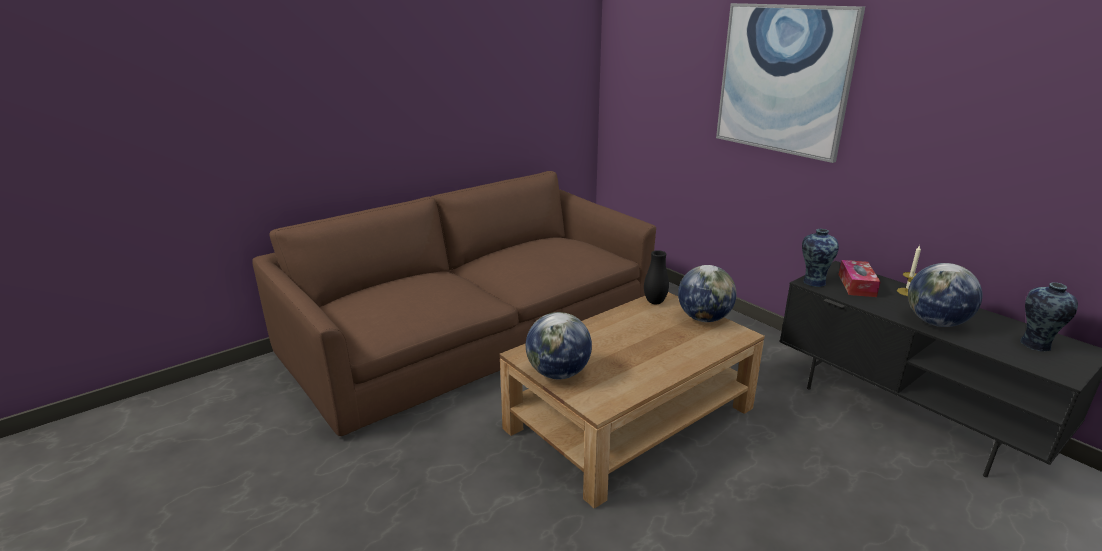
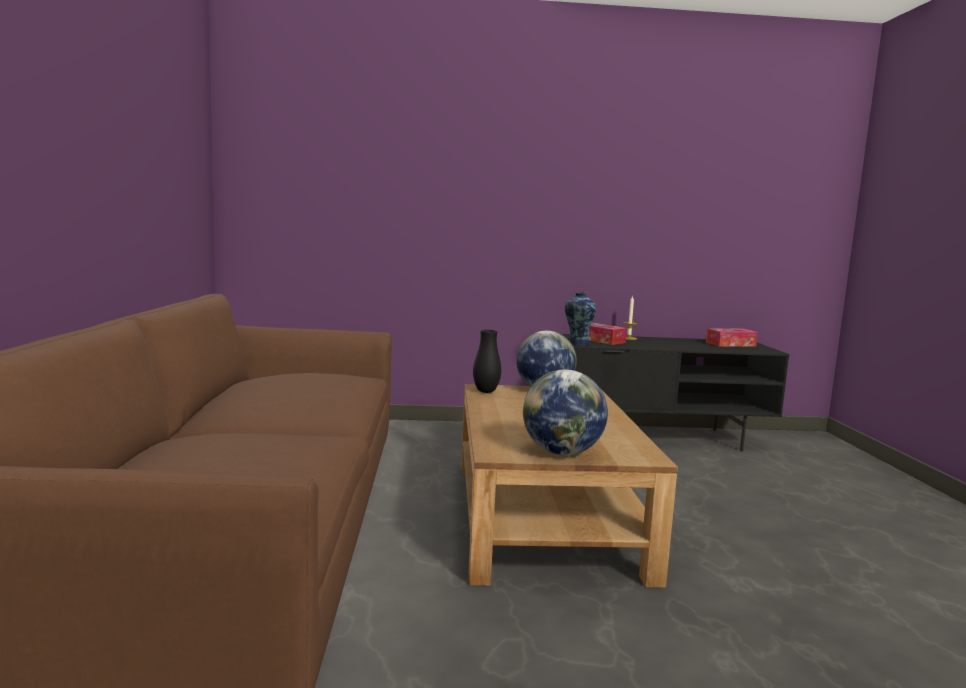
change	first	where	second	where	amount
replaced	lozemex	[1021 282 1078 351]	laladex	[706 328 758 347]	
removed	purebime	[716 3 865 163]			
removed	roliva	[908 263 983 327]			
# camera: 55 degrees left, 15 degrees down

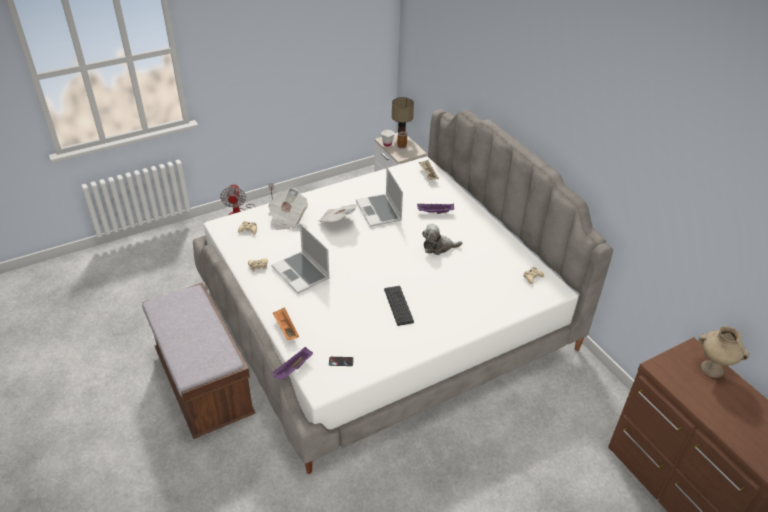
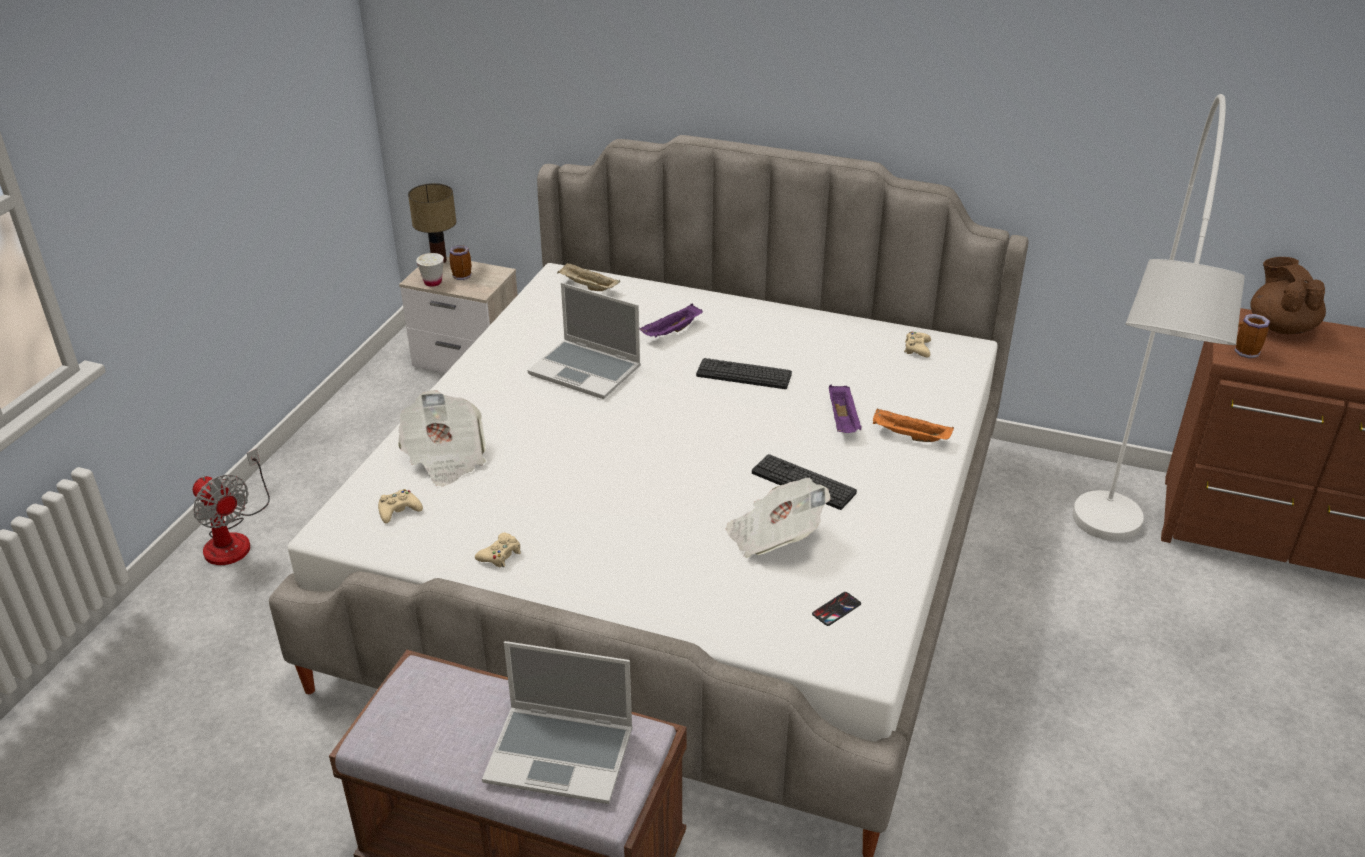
change	first	where	second	where	amount
moved	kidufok	[271 223 330 293]		[482 641 633 804]	
replaced	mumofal	[422 224 462 255]	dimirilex	[696 358 792 389]	
moved	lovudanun	[318 204 358 222]		[726 478 831 558]	
moved	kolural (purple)	[271 347 313 381]		[829 384 862 433]	
moved	kolural (orange)	[273 307 299 340]		[873 408 954 442]	
added			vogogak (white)	[1073 94 1245 541]	
added			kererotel	[1234 314 1270 358]	
replaced	lozemex (beige)	[698 326 749 378]	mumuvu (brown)	[1250 257 1326 334]	
# camera: 40 degrees left, 5 degrees down

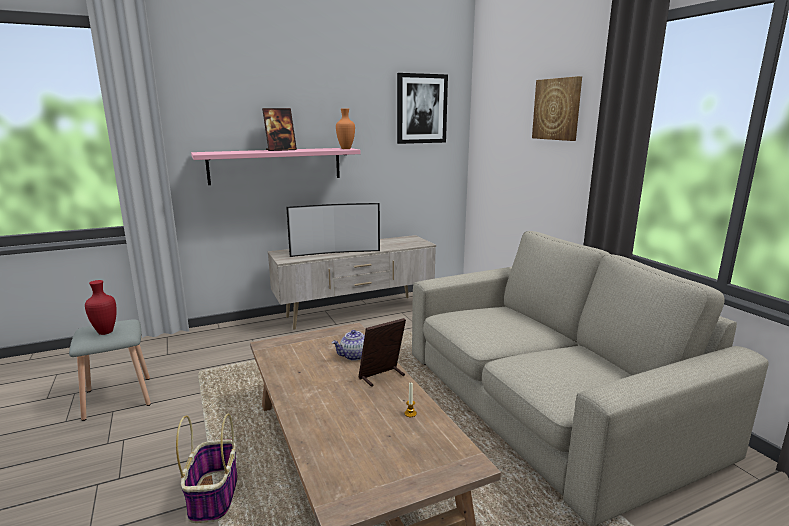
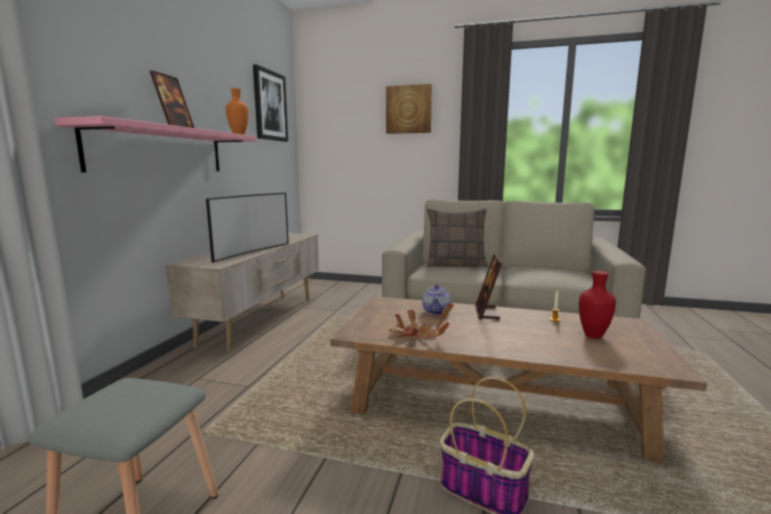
change	first	where	second	where	amount
added			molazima	[390 303 454 339]	
added			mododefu	[427 208 488 268]	
moved	lozemex (red)	[85 280 117 335]		[579 271 616 339]	
# camera: 50 degrees left, 5 degrees down

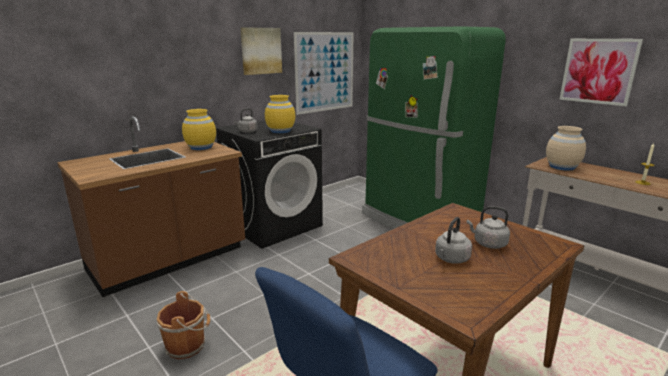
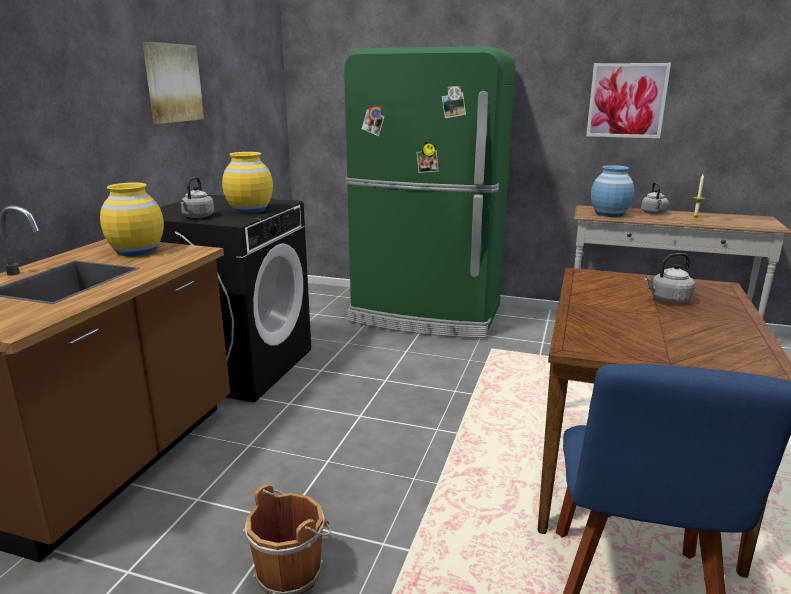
change	first	where	second	where	amount
recoloured	lozemex (beige)	[546 126 586 171]	lozemex (blue)	[591 165 634 217]	
moved	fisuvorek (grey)	[435 217 472 264]		[641 182 669 214]	
removed	purebime	[294 32 354 115]			
# camera: 30 degrees left, 0 degrees up

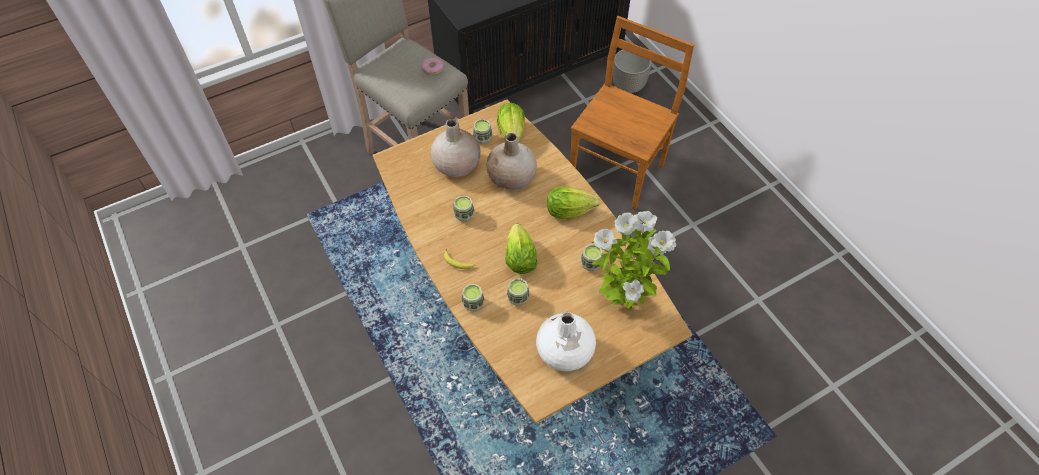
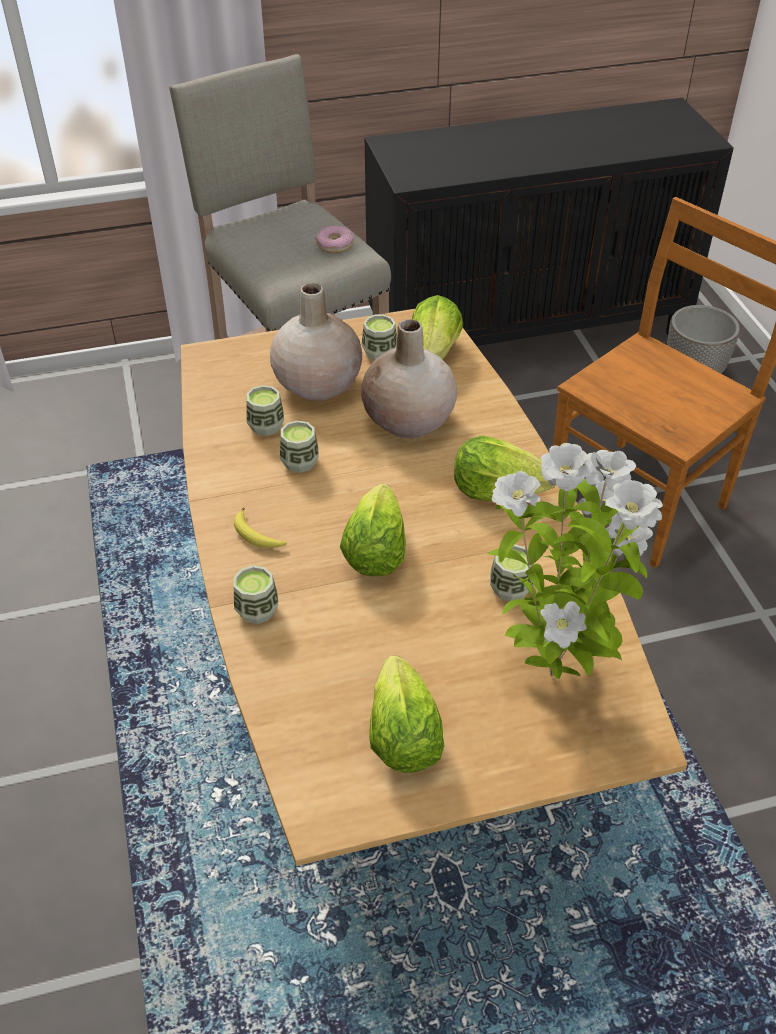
change	first	where	second	where	amount
moved	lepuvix	[507 278 530 306]		[246 385 284 436]	
replaced	lozemex (white)	[536 312 596 371]	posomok	[369 656 445 773]	
# camera: 15 degrees right, 10 degrees down

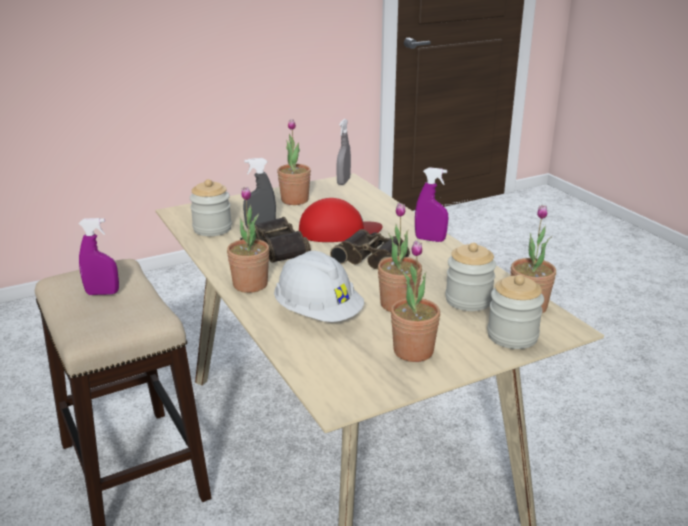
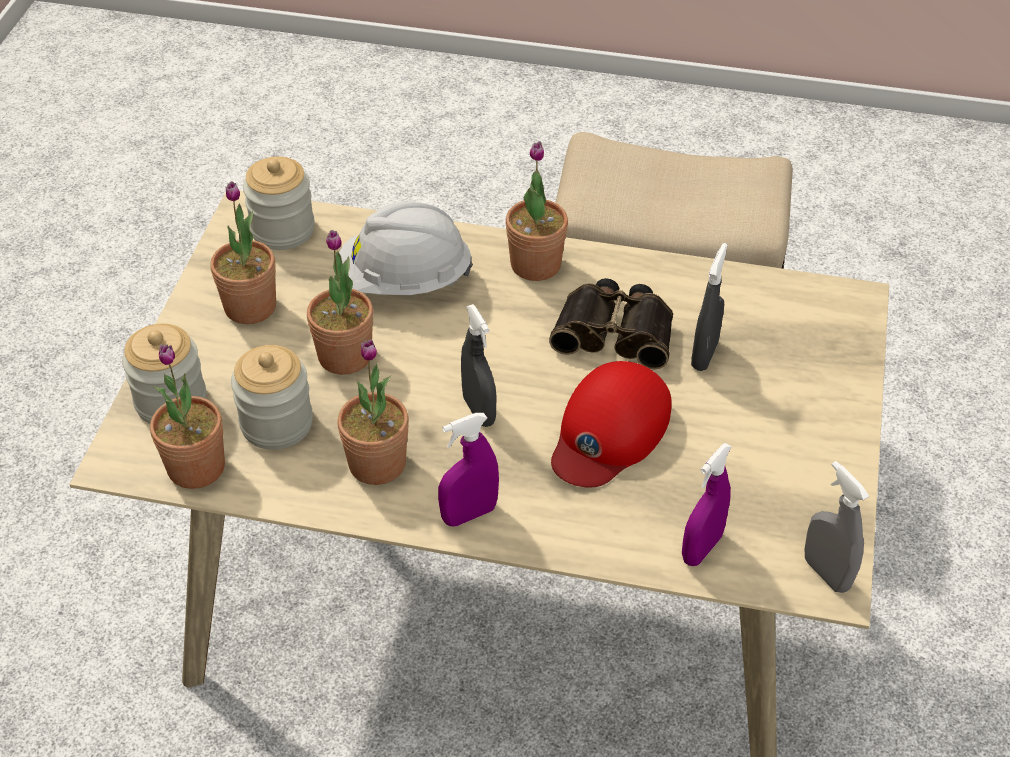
change	first	where	second	where	amount
moved	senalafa	[190 179 232 236]		[243 157 315 250]	
moved	molazima	[277 119 311 205]		[337 339 409 485]	
replaced	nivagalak	[330 229 410 269]	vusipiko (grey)	[461 304 496 427]	
moved	vusipiko (purple)	[79 218 119 295]		[682 443 732 566]	
# camera: 130 degrees right, 20 degrees up

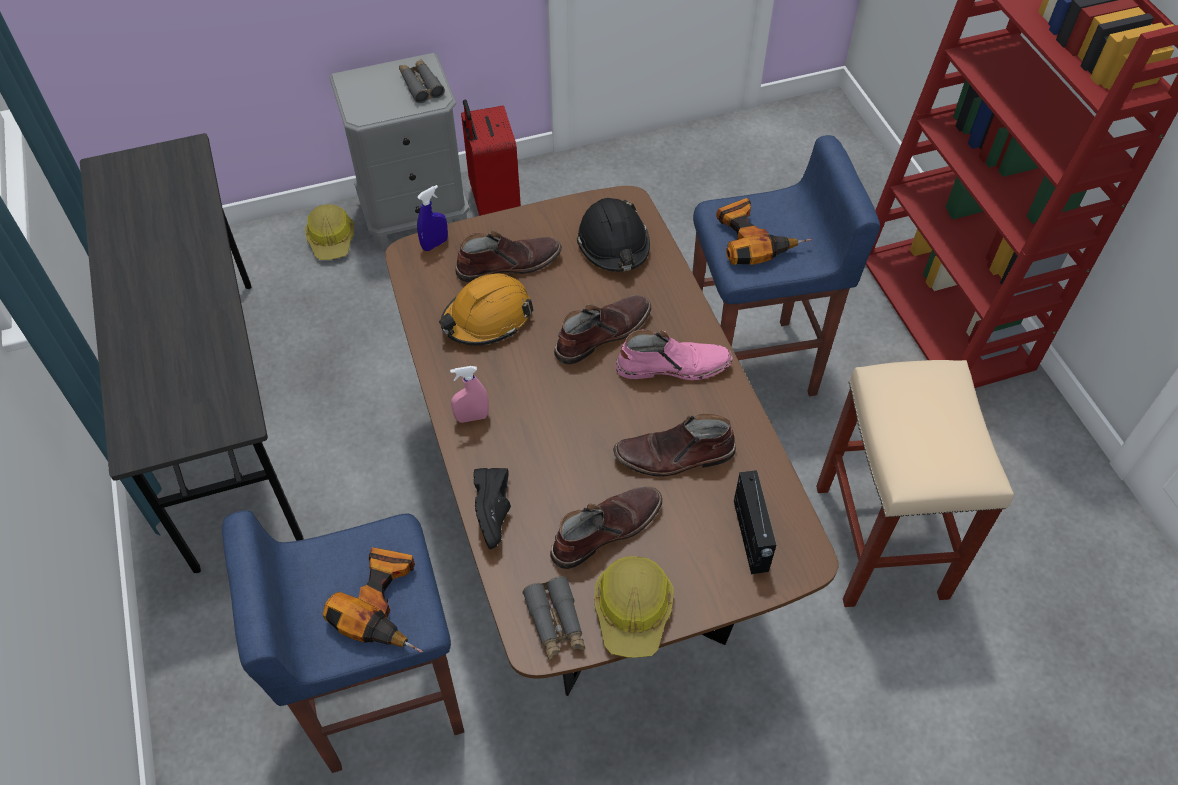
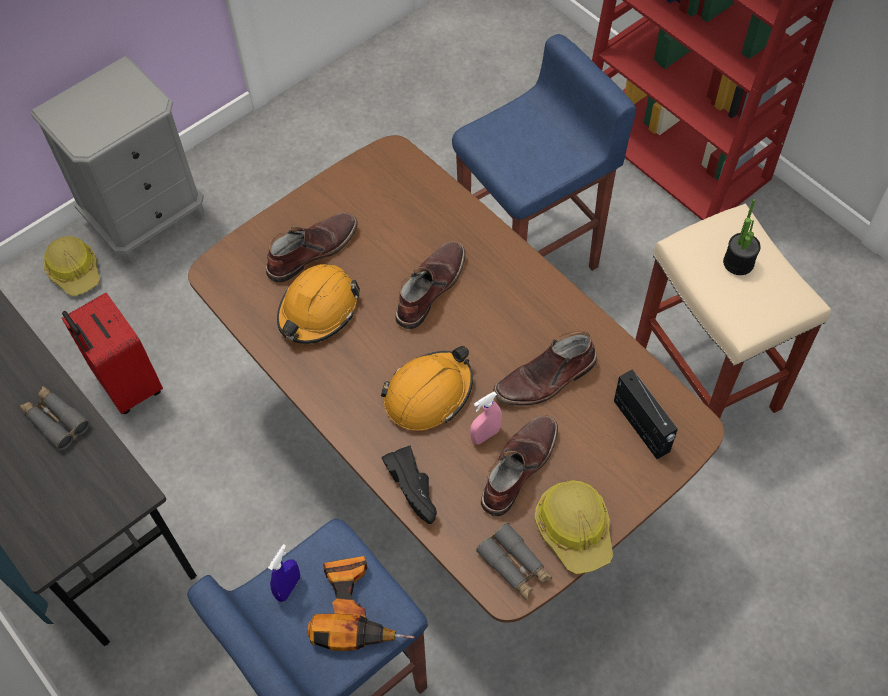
change	first	where	second	where	amount
moved	nivagalak (grey)	[399 59 445 103]		[20 386 90 450]	
moved	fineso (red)	[461 100 521 216]		[62 293 163 414]	
moved	vusipiko (blue)	[417 185 448 251]		[268 544 300 602]	
added			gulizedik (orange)	[381 346 473 431]	
moved	vusipiko (pink)	[450 366 489 423]		[470 391 502 444]	
added			molazima	[723 199 761 275]	
removed	gulizedik (black)	[577 198 650 272]			
removed	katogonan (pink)	[615 330 733 380]			
removed	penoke	[716 198 812 265]			
# camera: 20 degrees left, 5 degrees up

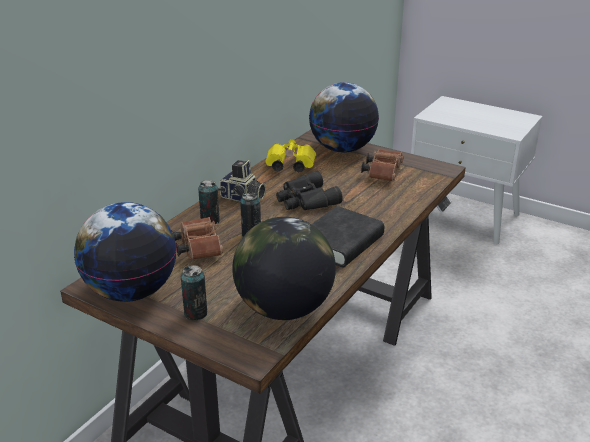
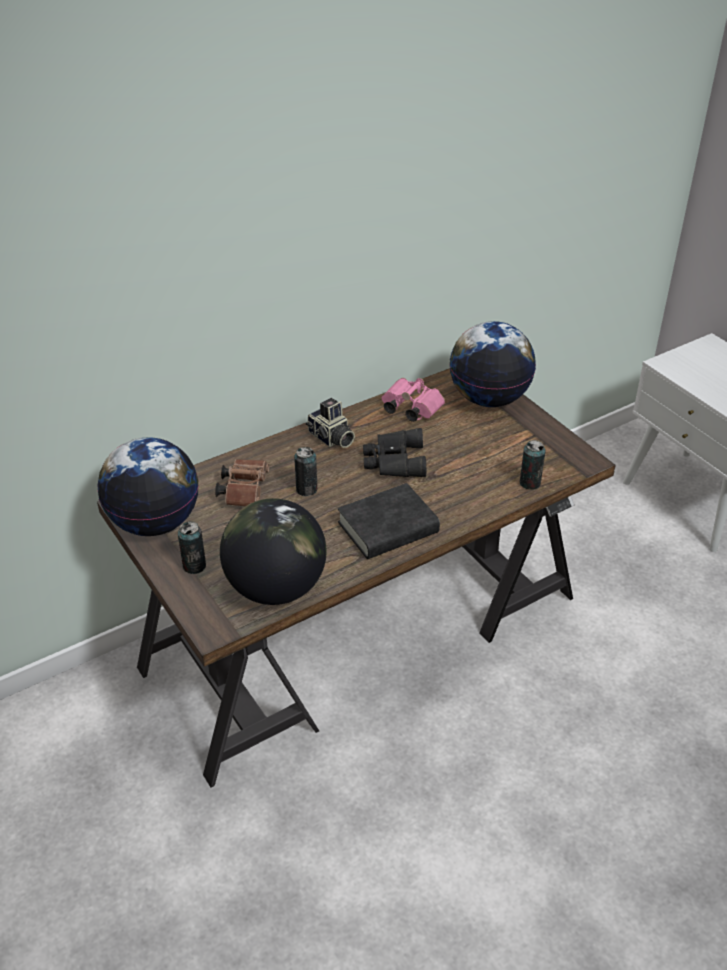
change	first	where	second	where	amount
recoloured	nivagalak (yellow)	[266 140 316 172]	nivagalak (pink)	[381 378 445 422]	
moved	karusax	[198 180 220 224]		[520 440 545 490]	
removed	nivagalak (brown)	[361 150 404 182]			
# camera: 25 degrees right, 10 degrees up

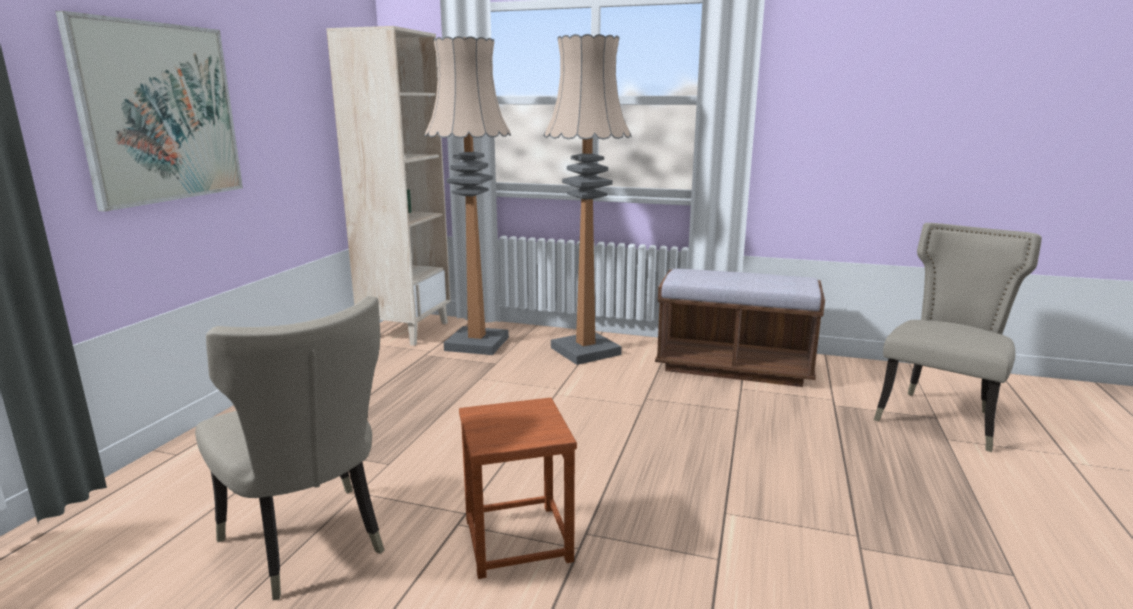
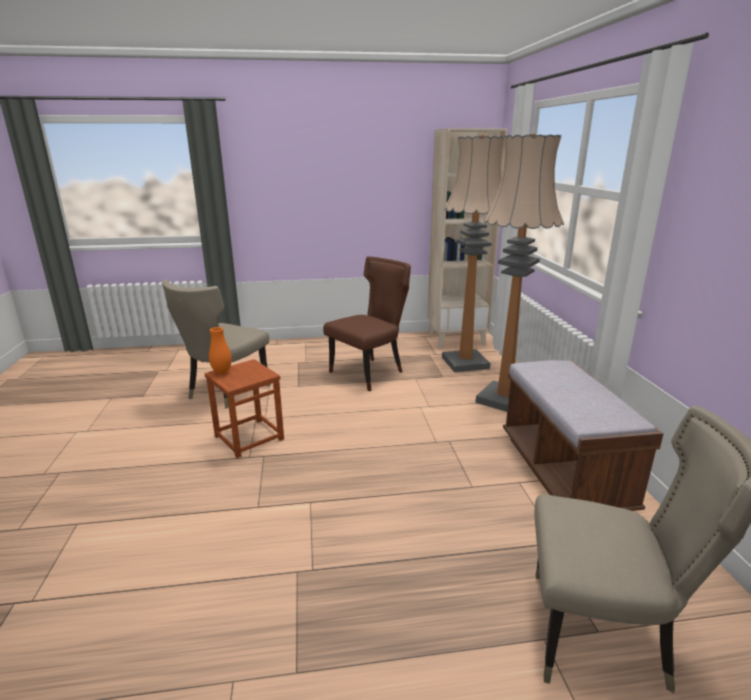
change	first	where	second	where	amount
added			lozemex (orange)	[209 327 232 374]	
added			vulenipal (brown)	[323 256 411 391]	
removed	purebime	[55 11 243 211]			
# camera: 65 degrees right, 5 degrees up

